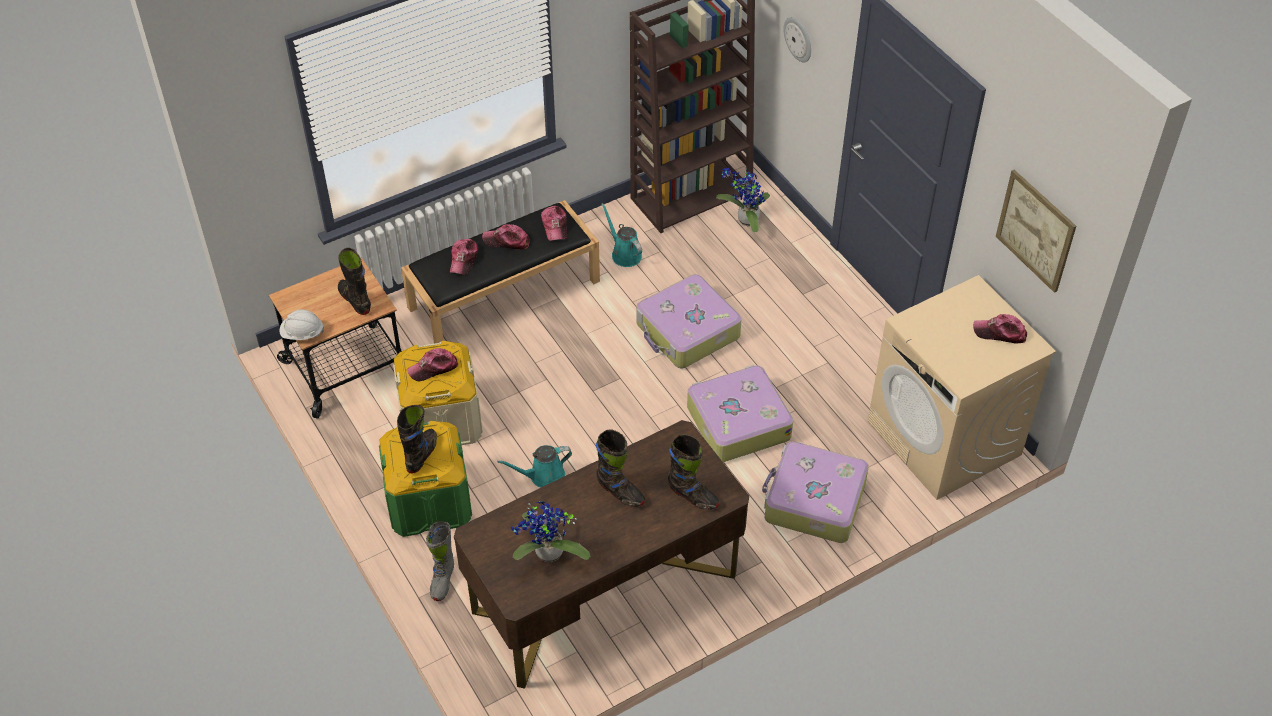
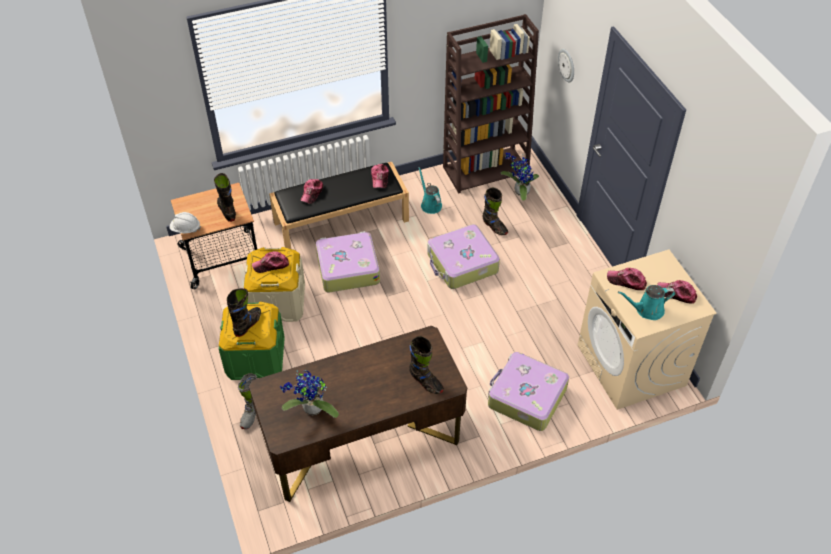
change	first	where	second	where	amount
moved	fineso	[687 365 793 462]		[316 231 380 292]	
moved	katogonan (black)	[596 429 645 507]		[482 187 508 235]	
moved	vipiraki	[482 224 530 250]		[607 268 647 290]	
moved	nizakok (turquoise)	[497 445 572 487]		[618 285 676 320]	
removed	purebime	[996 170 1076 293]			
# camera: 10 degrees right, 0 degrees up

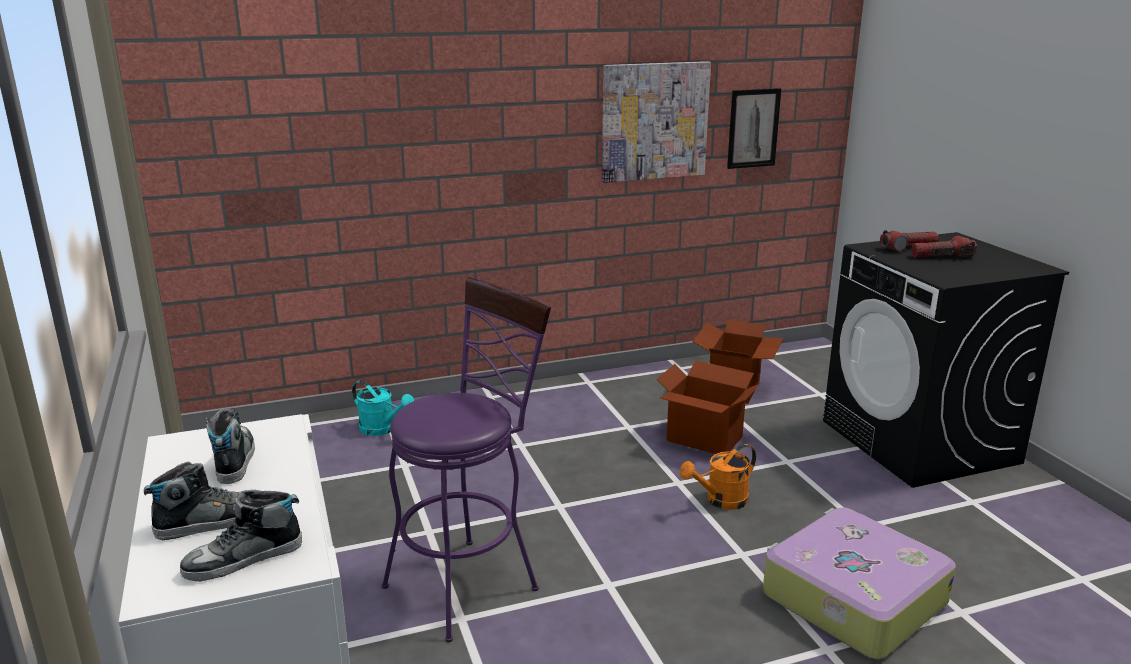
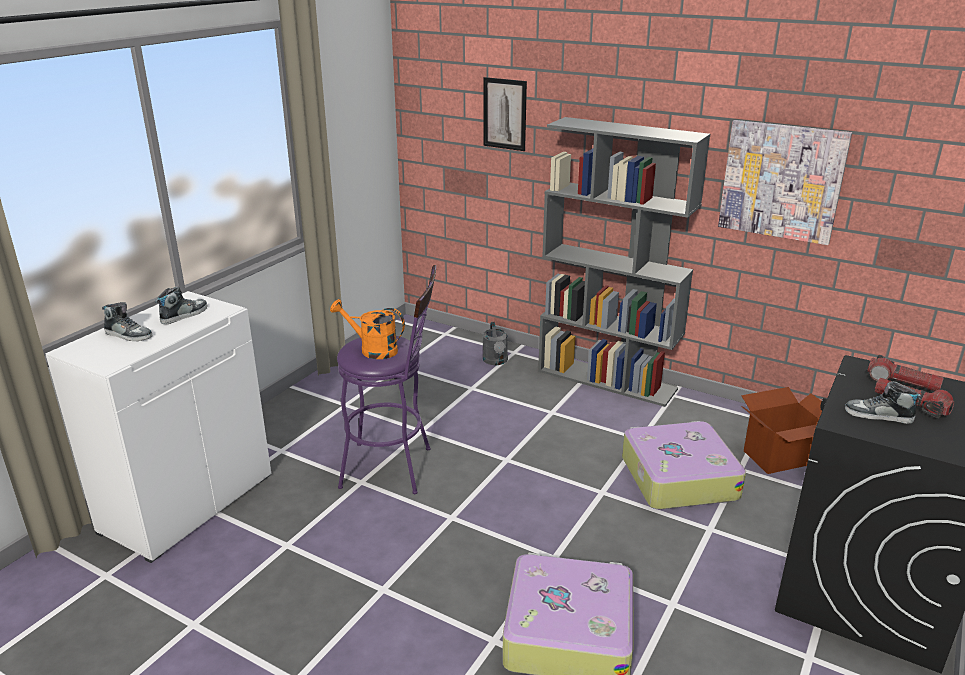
change	first	where	second	where	amount
moved	nizakok (orange)	[680 444 756 510]		[330 299 405 359]	
moved	purebime	[727 88 781 169]		[483 77 527 151]	
recoloured	nizakok (turquoise)	[352 380 414 436]	nizakok (grey)	[483 322 508 365]	
added			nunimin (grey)	[538 117 710 407]	
replaced	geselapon	[657 360 761 454]	fineso	[622 421 746 509]	
moved	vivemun	[180 490 302 582]		[845 381 922 424]	
# camera: 50 degrees right, 5 degrees up

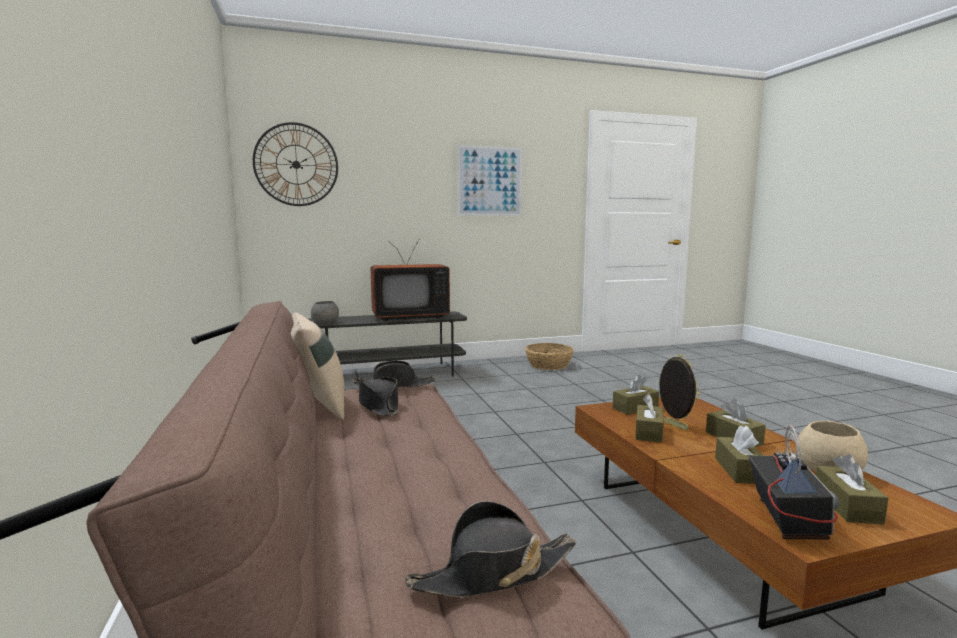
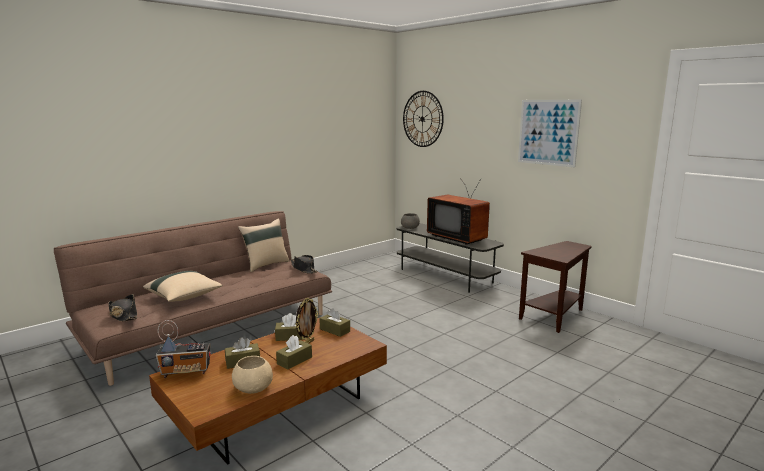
change	first	where	second	where	amount
added			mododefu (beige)	[143 271 223 302]	
replaced	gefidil	[525 343 574 370]	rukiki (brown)	[519 241 592 333]	
removed	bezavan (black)	[359 377 399 416]			
removed	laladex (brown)	[816 454 889 525]			
# camera: 65 degrees right, 5 degrees up

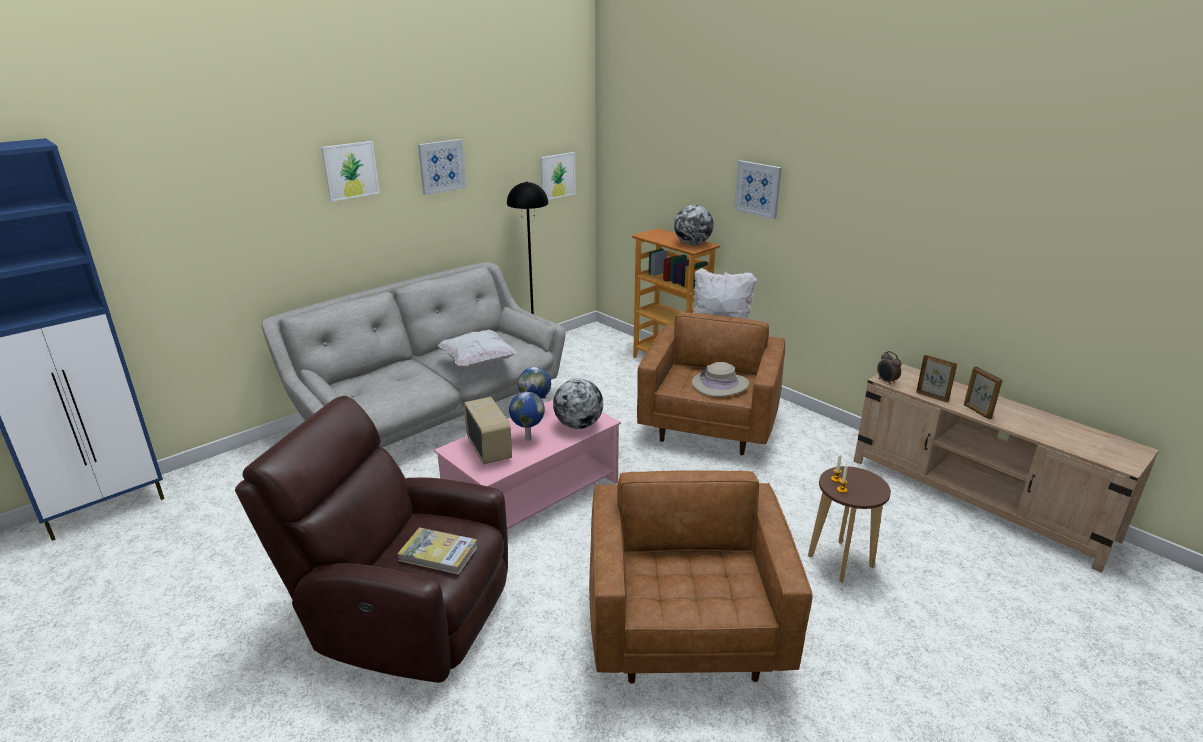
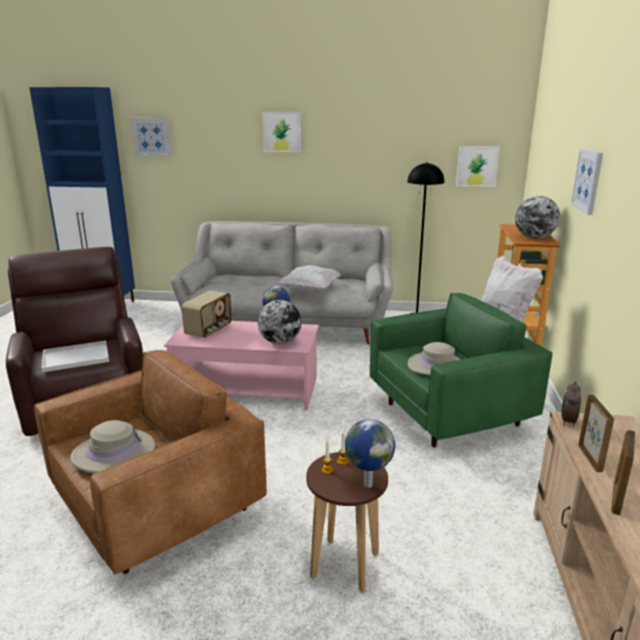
change	first	where	second	where	amount
replaced	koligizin	[397 528 478 574]	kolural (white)	[42 341 109 372]	
added			bezavan (beige)	[70 420 155 473]	
moved	purebime	[418 139 466 195]		[131 117 171 157]	
moved	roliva	[509 392 545 441]		[345 419 395 488]	
recoloured	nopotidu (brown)	[637 313 785 455]	nopotidu (green)	[370 293 553 447]	
# camera: 50 degrees right, 5 degrees down

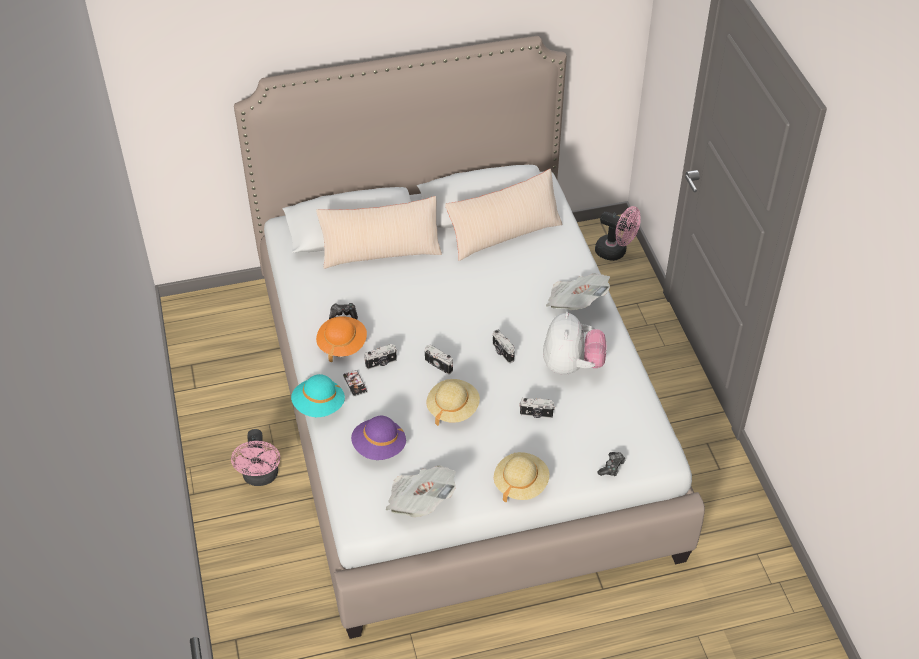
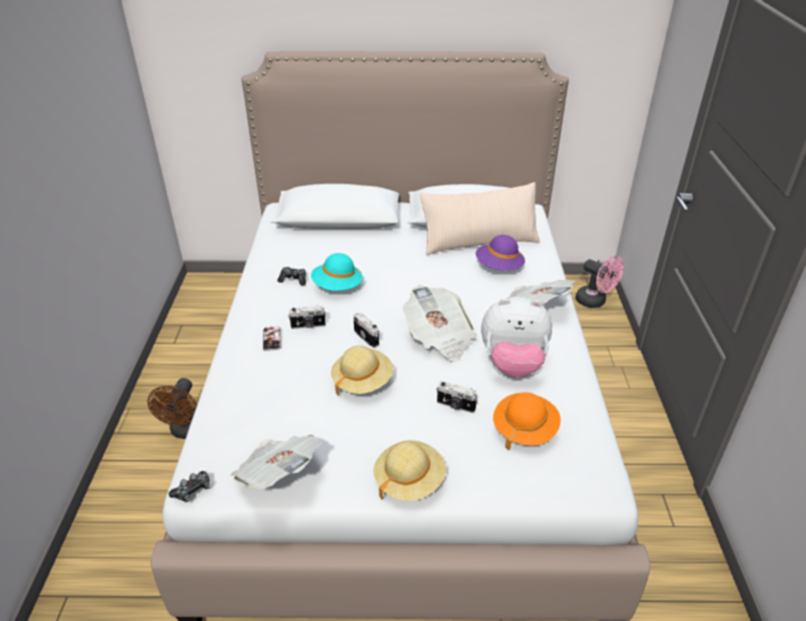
change	first	where	second	where	amount
recoloured	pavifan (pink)	[231 429 280 486]	pavifan (brown)	[147 378 197 439]	
moved	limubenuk	[597 452 626 476]		[169 471 209 502]	
moved	bezavan (turquoise)	[291 374 345 417]		[311 253 363 291]	
replaced	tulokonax	[493 329 515 363]	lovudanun	[403 285 477 362]	
moved	bezavan (purple)	[351 416 406 460]		[476 235 525 270]	
turned	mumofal	[543 311 606 375]		[481 297 552 378]	75 degrees clockwise
moved	bezavan (orange)	[316 316 367 363]		[493 392 561 450]	
removed	mododefu (beige)	[316 196 442 269]			
# camera: 15 degrees right, 10 degrees down

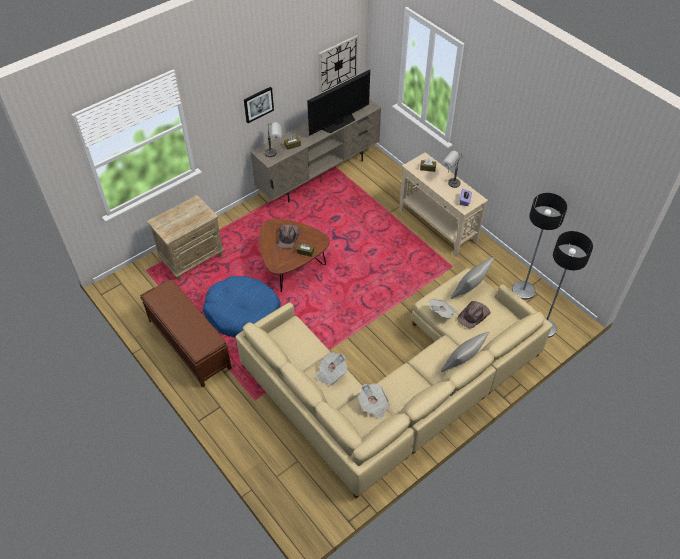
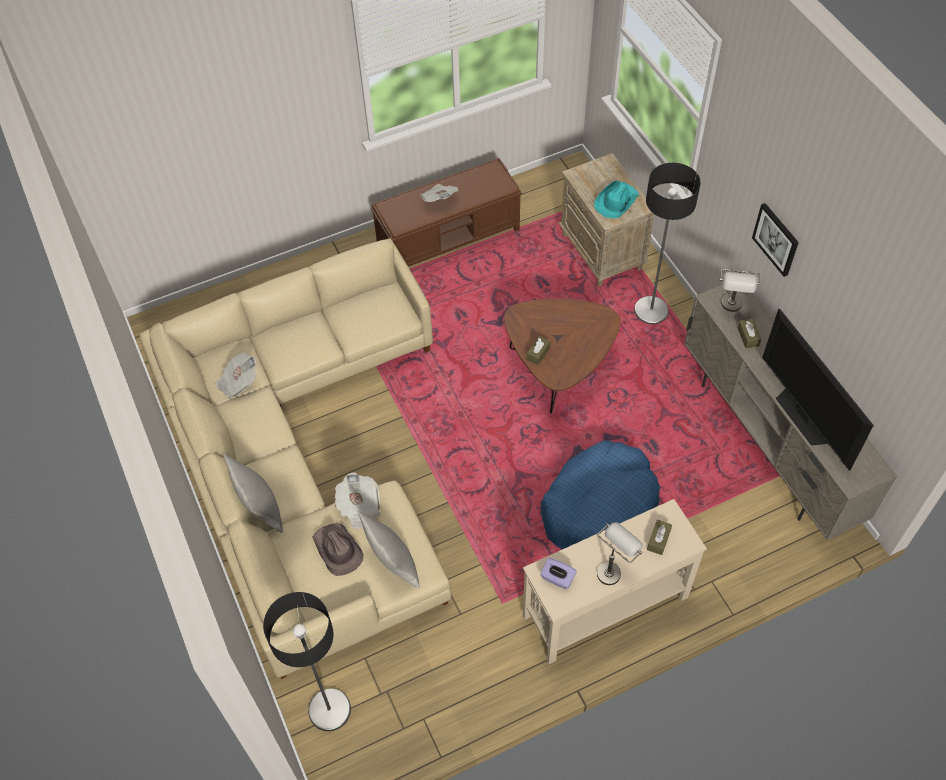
change	first	where	second	where	amount
moved	lovudanun	[316 352 348 386]		[420 184 458 202]	
moved	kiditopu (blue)	[203 276 281 338]		[541 440 660 549]	
added			bezavan (turquoise)	[594 181 639 219]	
moved	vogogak	[512 193 567 300]		[634 163 701 324]	
removed	bezavan (brown)	[277 225 300 248]			
removed	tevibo	[318 35 358 94]			
# camera: 105 degrees right, 5 degrees up

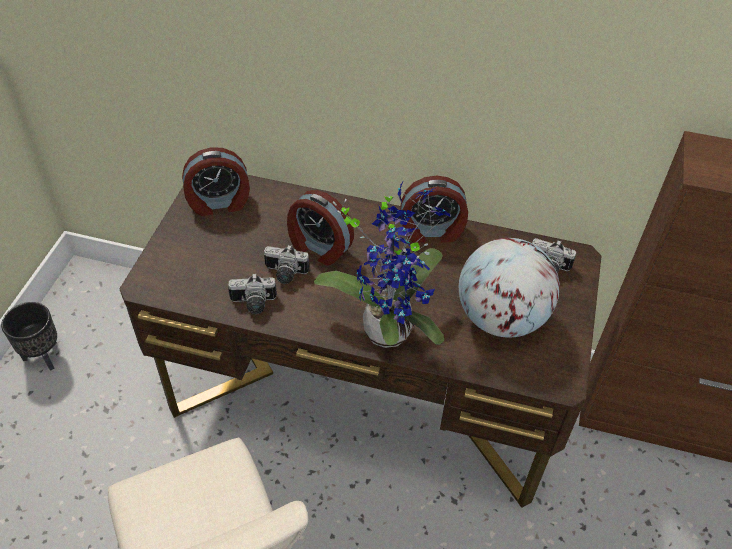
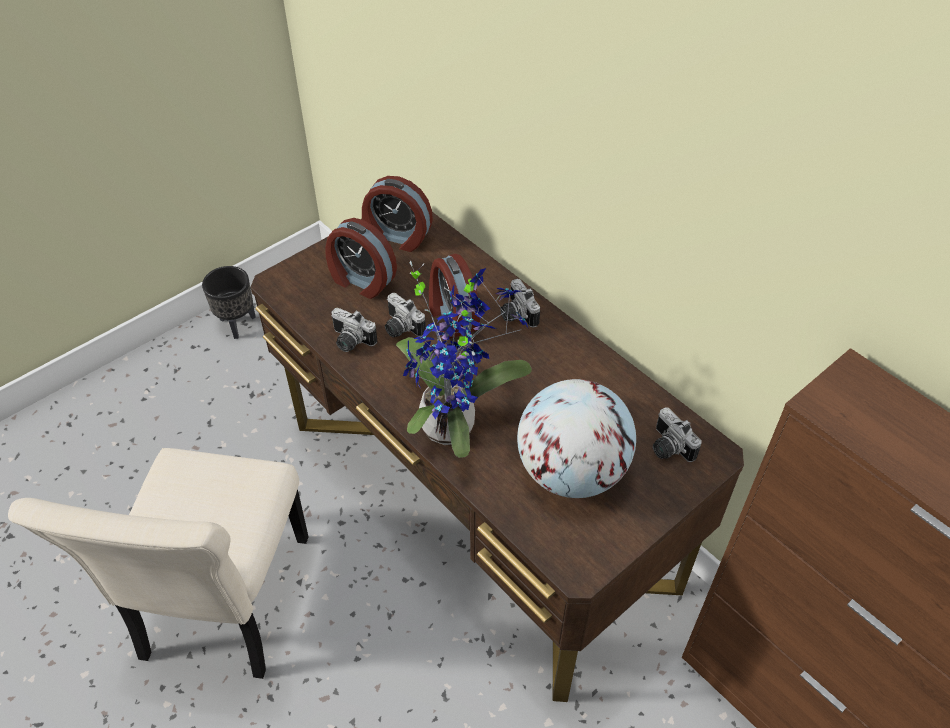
change	first	where	second	where	amount
moved	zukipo	[400 176 468 243]		[325 218 397 299]	
added			tulokonax	[500 279 540 328]	
# camera: 35 degrees right, 0 degrees up

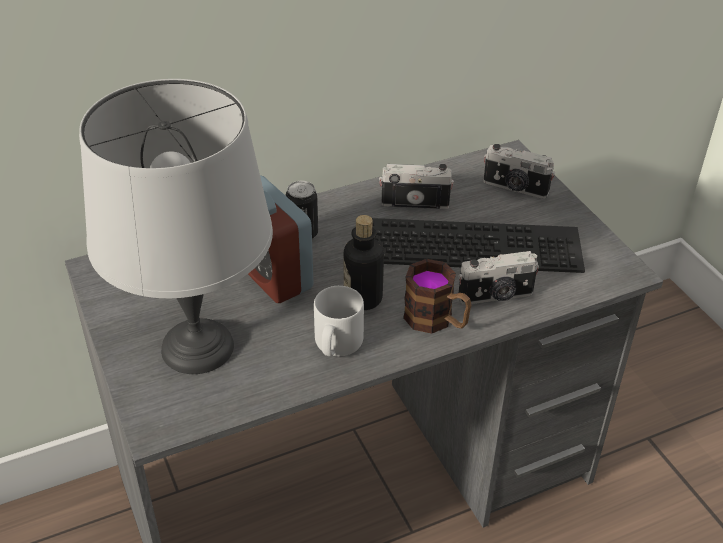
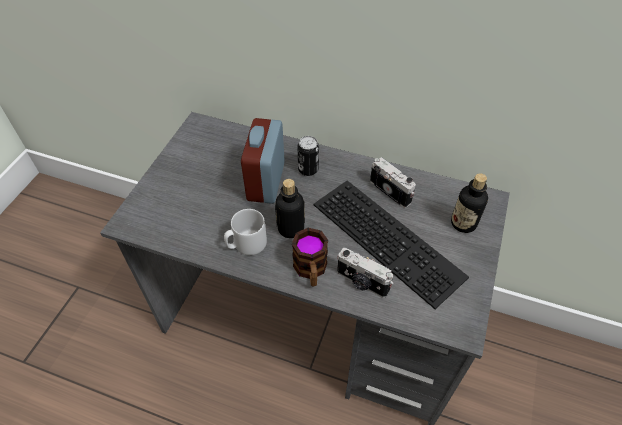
change	first	where	second	where	amount
replaced	tulokonax	[483 144 555 199]	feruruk	[451 173 488 233]	
removed	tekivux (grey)	[79 79 273 374]			
# camera: 45 degrees right, 10 degrees up

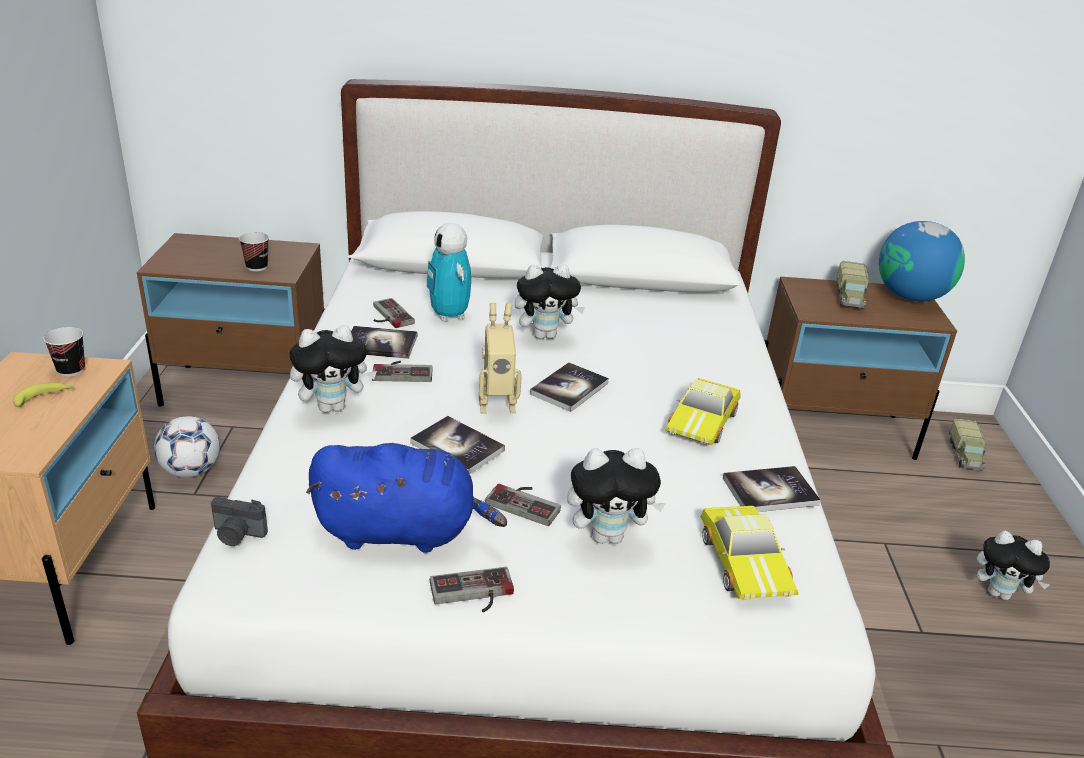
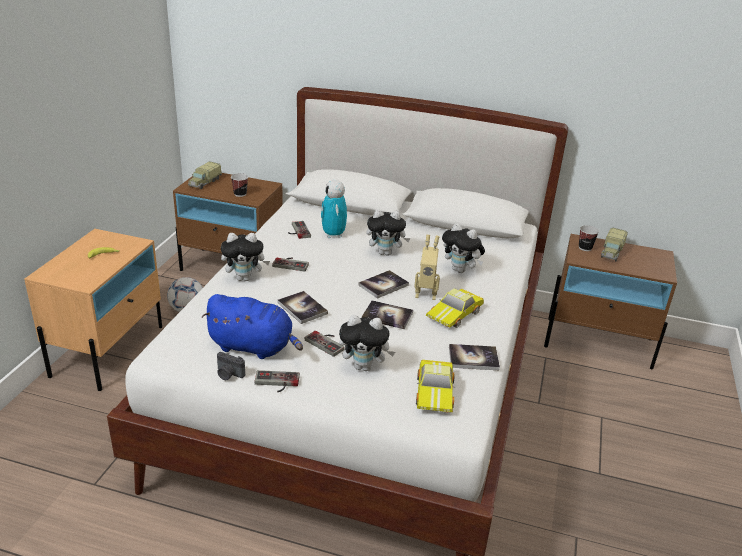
change	first	where	second	where	amount
moved	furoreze	[949 419 986 471]		[188 161 222 189]	
moved	tulokonax	[211 497 268 546]		[217 352 245 380]	
moved	koligizin	[351 326 417 359]		[362 300 413 329]	
moved	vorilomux	[479 303 522 414]		[414 235 440 300]	
moved	mumofal	[977 531 1050 600]		[442 223 485 273]	
moved	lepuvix	[43 327 85 377]		[579 225 599 251]	
removed	roliva	[879 221 965 301]			
# camera: 15 degrees right, 0 degrees up

